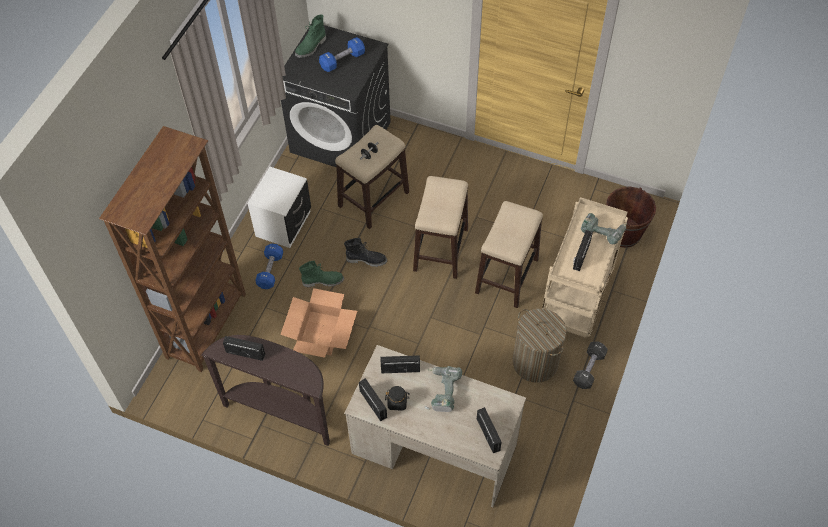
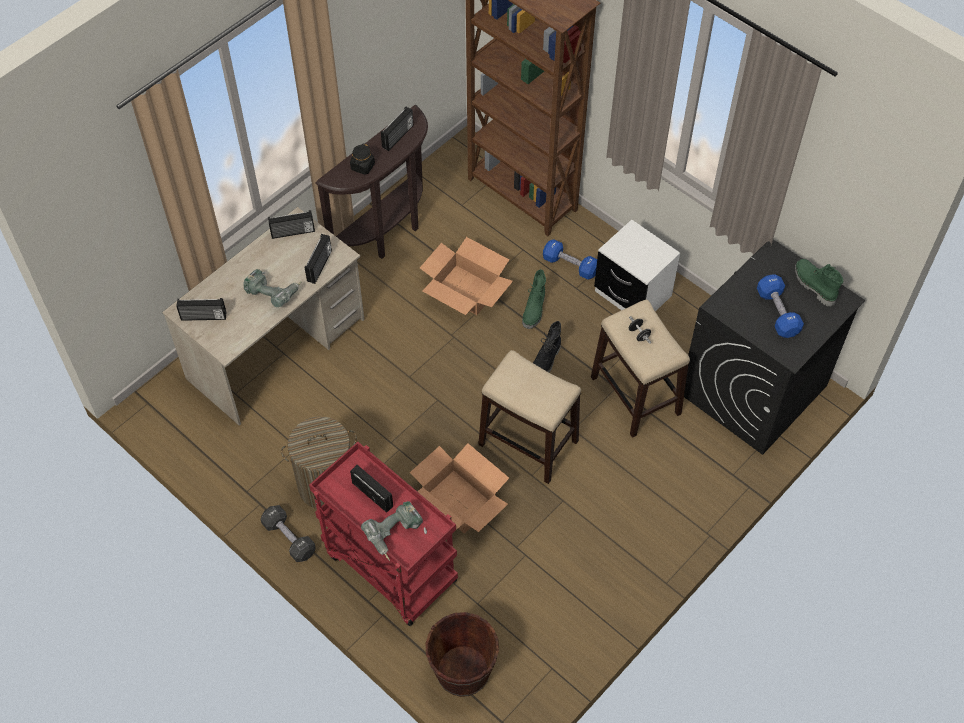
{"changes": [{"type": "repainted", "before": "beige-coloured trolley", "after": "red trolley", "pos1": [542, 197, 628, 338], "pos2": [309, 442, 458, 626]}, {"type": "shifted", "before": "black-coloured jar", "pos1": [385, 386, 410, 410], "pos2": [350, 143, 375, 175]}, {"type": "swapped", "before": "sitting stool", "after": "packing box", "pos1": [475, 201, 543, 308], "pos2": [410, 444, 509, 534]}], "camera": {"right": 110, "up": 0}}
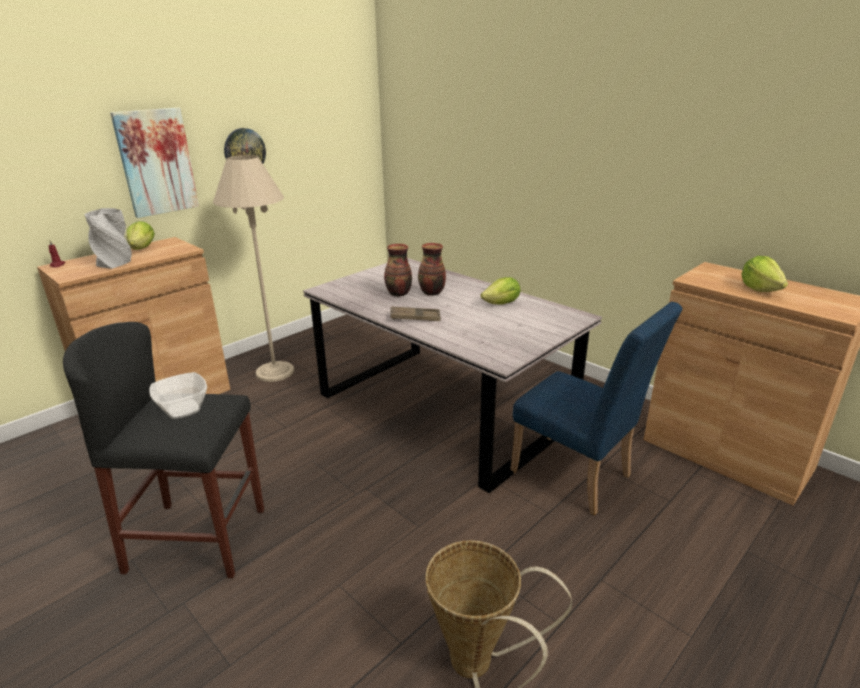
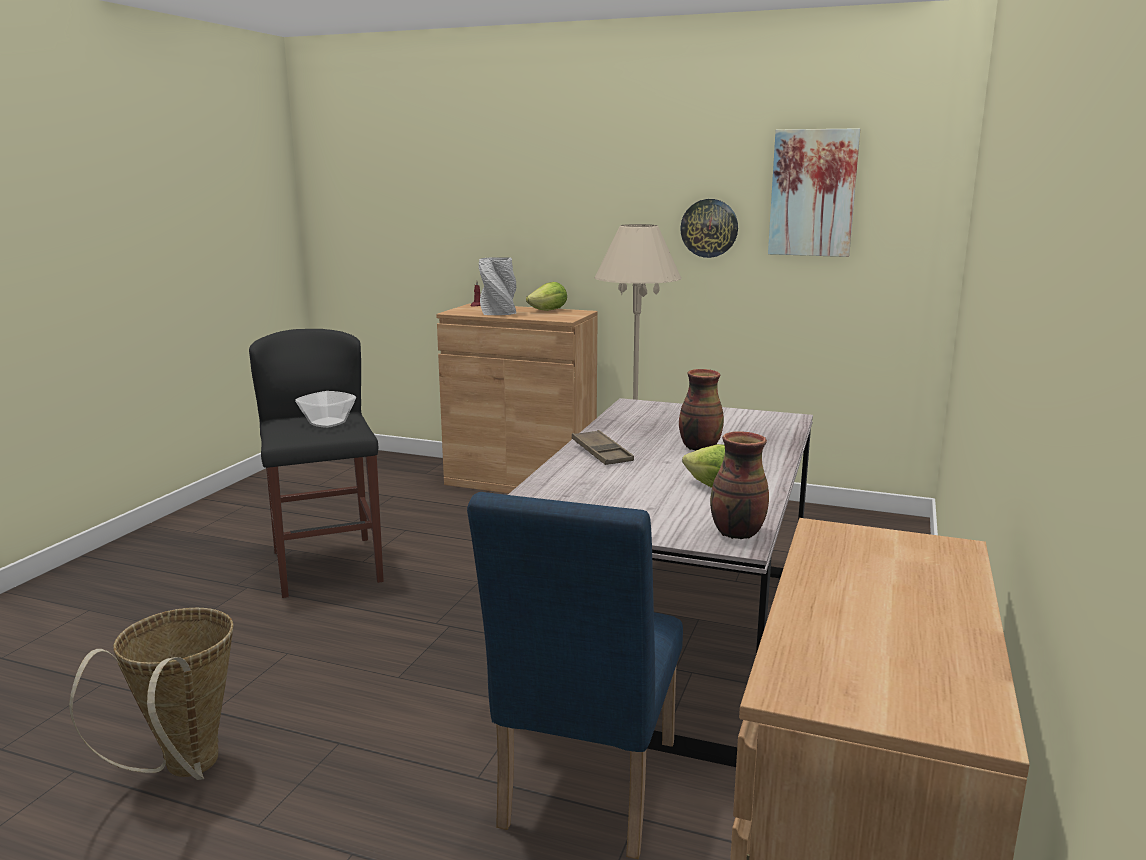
{"changes": [{"type": "shifted", "before": "decorative vase", "pos1": [384, 244, 412, 297], "pos2": [710, 431, 769, 540]}, {"type": "shifted", "before": "wall art", "pos1": [110, 108, 199, 218], "pos2": [768, 128, 860, 257]}, {"type": "gone", "before": "lettuce", "pos1": [741, 256, 788, 292]}], "camera": {"right": 65, "up": -10}}
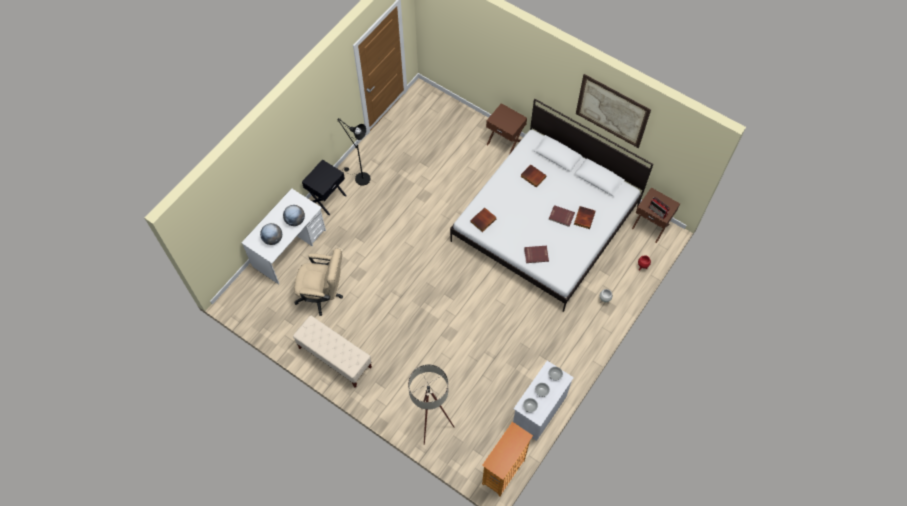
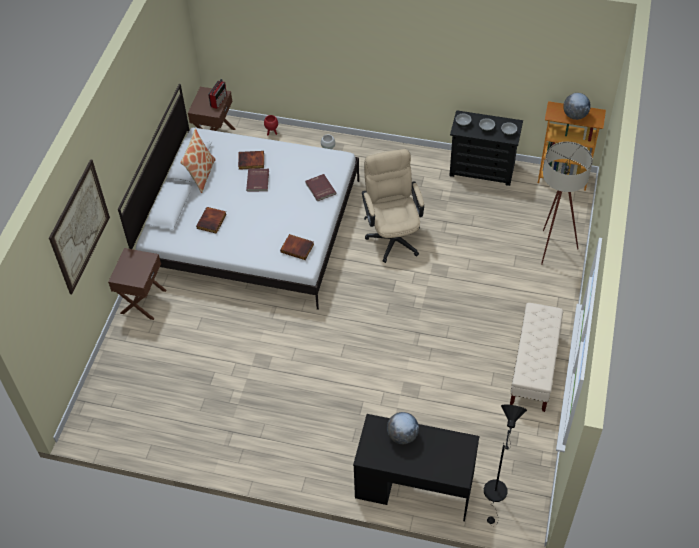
{"changes": [{"type": "shifted", "before": "wall art", "pos1": [576, 74, 651, 148], "pos2": [49, 159, 110, 294]}, {"type": "new", "after": "throw pillow", "pos2": [180, 128, 216, 193]}, {"type": "repainted", "before": "whitish desk table", "after": "black-coloured desk table", "pos1": [241, 188, 326, 284], "pos2": [353, 414, 479, 521]}, {"type": "shifted", "before": "beige-coloured desk chair", "pos1": [294, 248, 343, 316], "pos2": [362, 149, 424, 263]}, {"type": "repainted", "before": "whitish dresser", "after": "black-coloured dresser", "pos1": [513, 361, 574, 441], "pos2": [449, 110, 523, 186]}, {"type": "shifted", "before": "black-coloured standard lamp", "pos1": [337, 118, 370, 185], "pos2": [484, 404, 527, 527]}, {"type": "shifted", "before": "desk globe", "pos1": [260, 223, 282, 245], "pos2": [563, 93, 591, 120]}, {"type": "gone", "before": "black-coloured bedside table", "pos1": [302, 159, 347, 215]}], "camera": {"right": -110, "up": -10}}
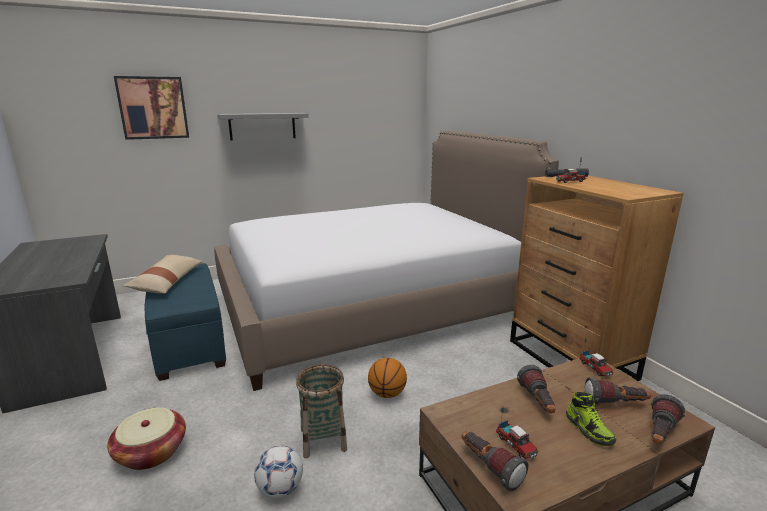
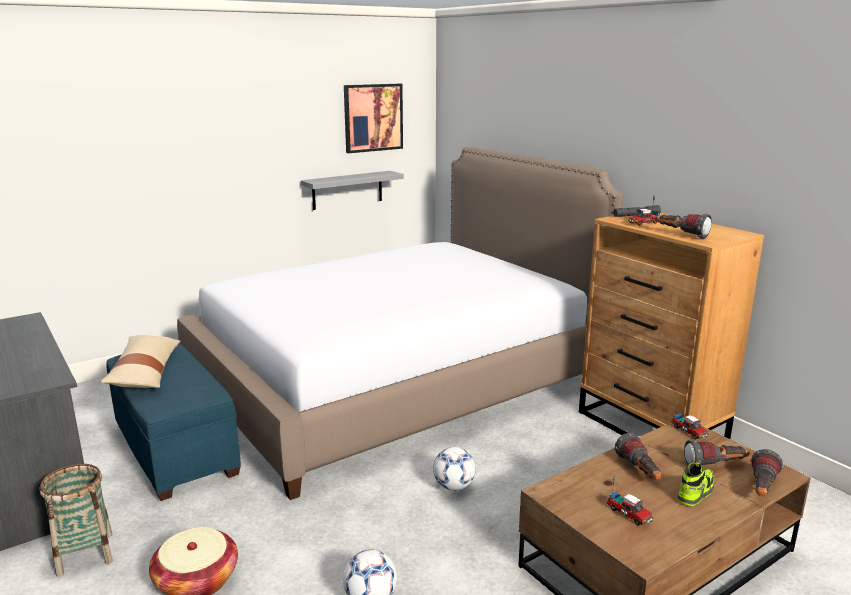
{"changes": [{"type": "shifted", "before": "household basket", "pos1": [296, 364, 347, 459], "pos2": [40, 464, 113, 577]}, {"type": "shifted", "before": "grey wall shelf", "pos1": [217, 113, 309, 140], "pos2": [301, 171, 404, 210]}, {"type": "shifted", "before": "wall art", "pos1": [114, 76, 189, 140], "pos2": [344, 84, 403, 153]}, {"type": "swapped", "before": "basketball", "after": "ball for football", "pos1": [368, 358, 407, 398], "pos2": [433, 447, 476, 491]}, {"type": "shifted", "before": "hand torch", "pos1": [462, 431, 528, 491], "pos2": [656, 214, 712, 239]}, {"type": "rotated", "before": "shoe", "pos1": [566, 392, 617, 446], "pos2": [678, 463, 715, 506], "turn": -105}], "camera": {"right": -10, "up": 0}}
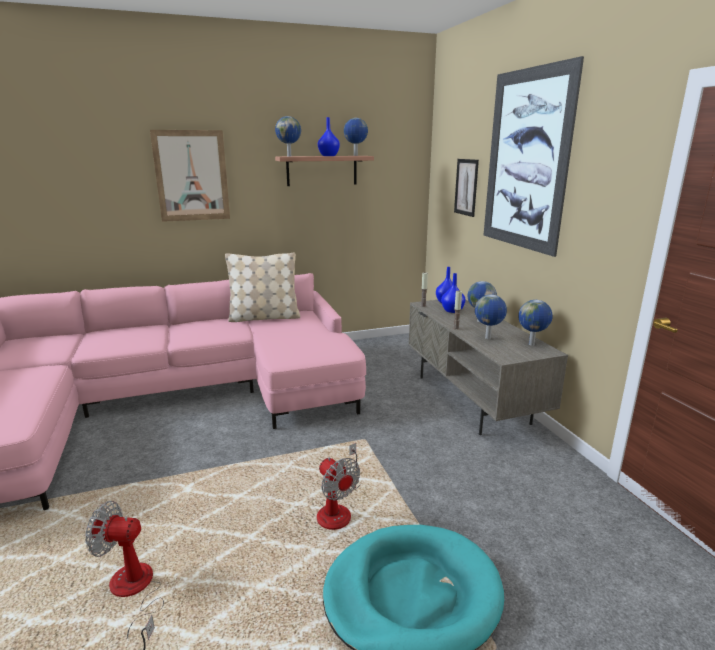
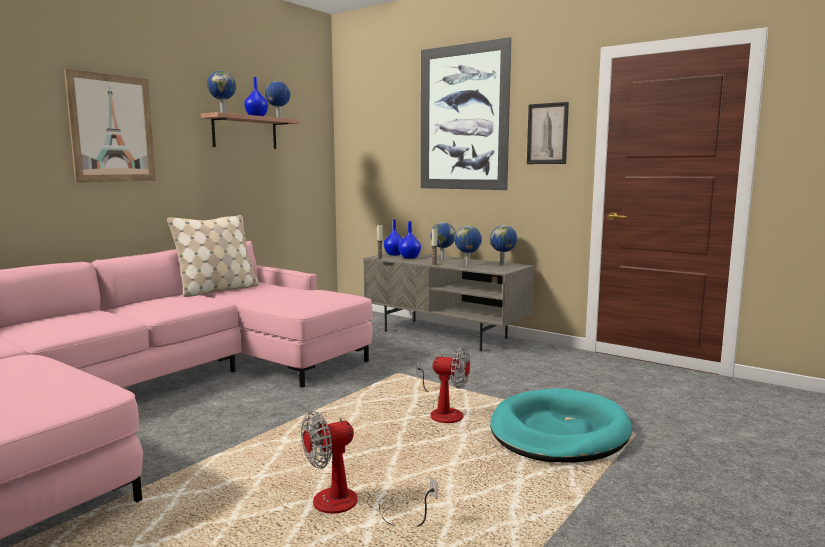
{"changes": [{"type": "shifted", "before": "wall art", "pos1": [454, 159, 479, 217], "pos2": [527, 102, 569, 164]}], "camera": {"right": -35, "up": -10}}
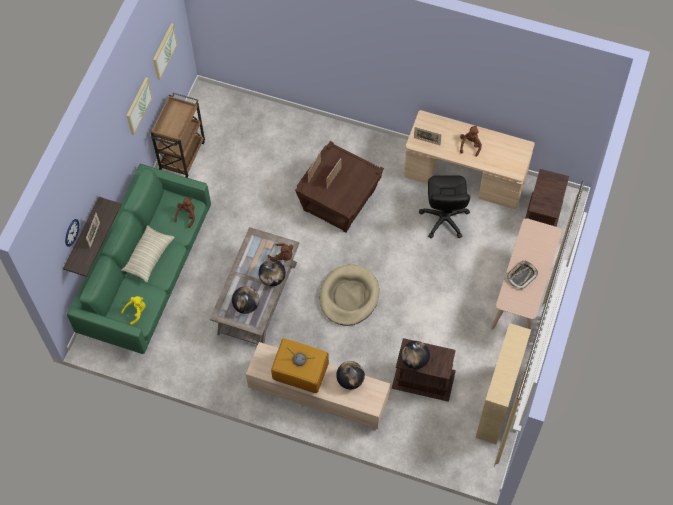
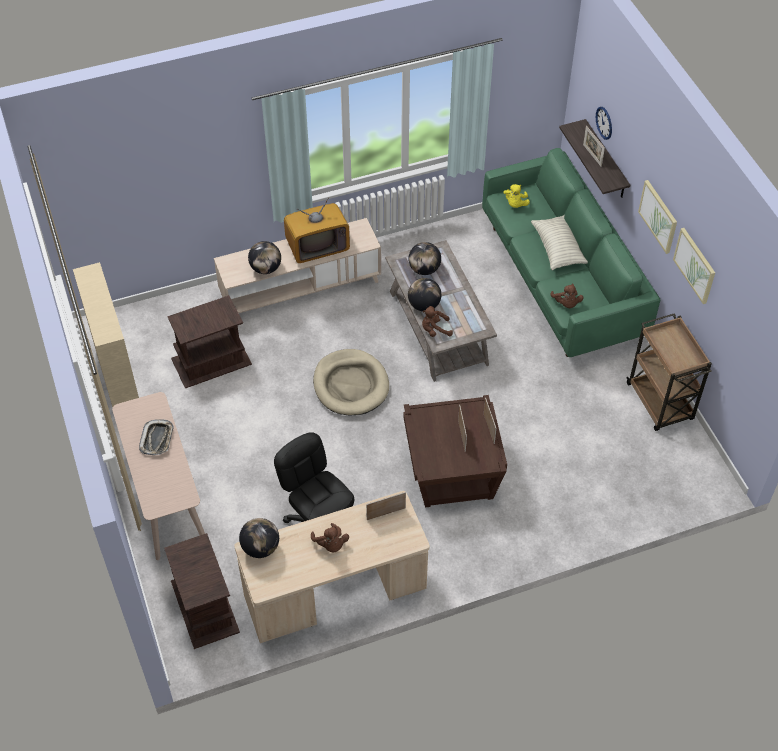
{"changes": [{"type": "shifted", "before": "desk globe", "pos1": [402, 341, 430, 369], "pos2": [239, 518, 279, 558]}, {"type": "shifted", "before": "wall art", "pos1": [153, 23, 178, 80], "pos2": [638, 180, 677, 254]}], "camera": {"right": 140, "up": -10}}
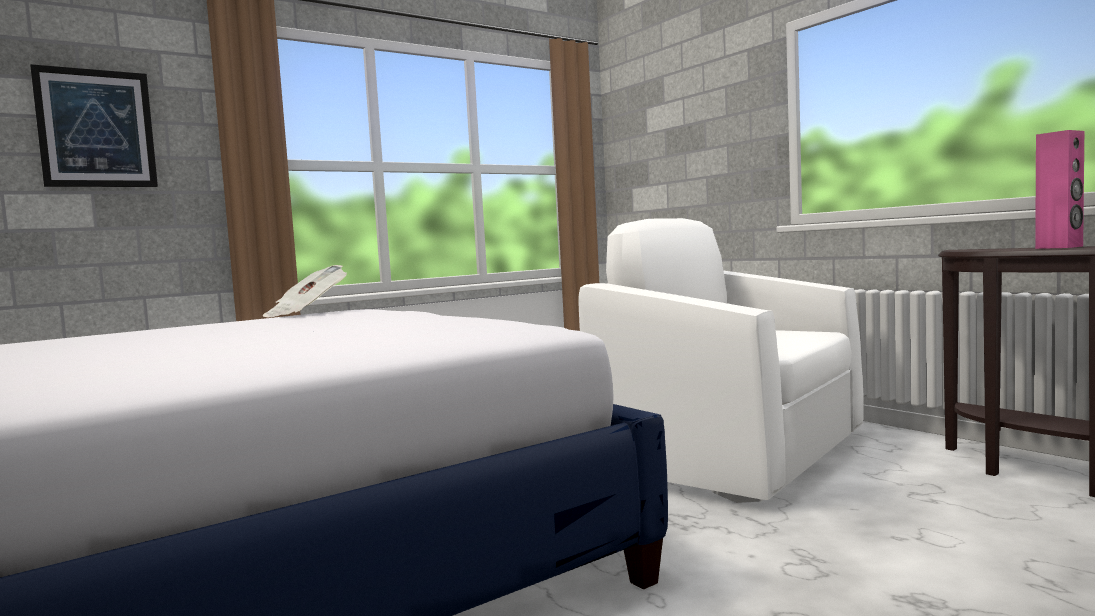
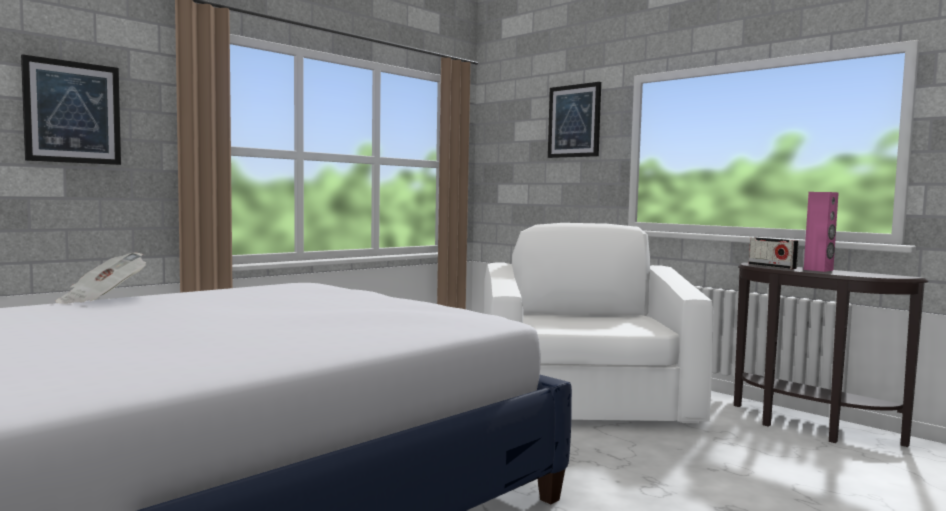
{"changes": [{"type": "shifted", "before": "newspaper", "pos1": [263, 265, 347, 317], "pos2": [56, 253, 146, 304]}, {"type": "rotated", "before": "whitish lounge chair", "pos1": [578, 218, 863, 503], "pos2": [484, 223, 713, 423], "turn": 60}, {"type": "new", "after": "wall art", "pos2": [548, 82, 601, 158]}, {"type": "new", "after": "radio set", "pos2": [749, 237, 799, 269]}], "camera": {"right": -10, "up": 0}}
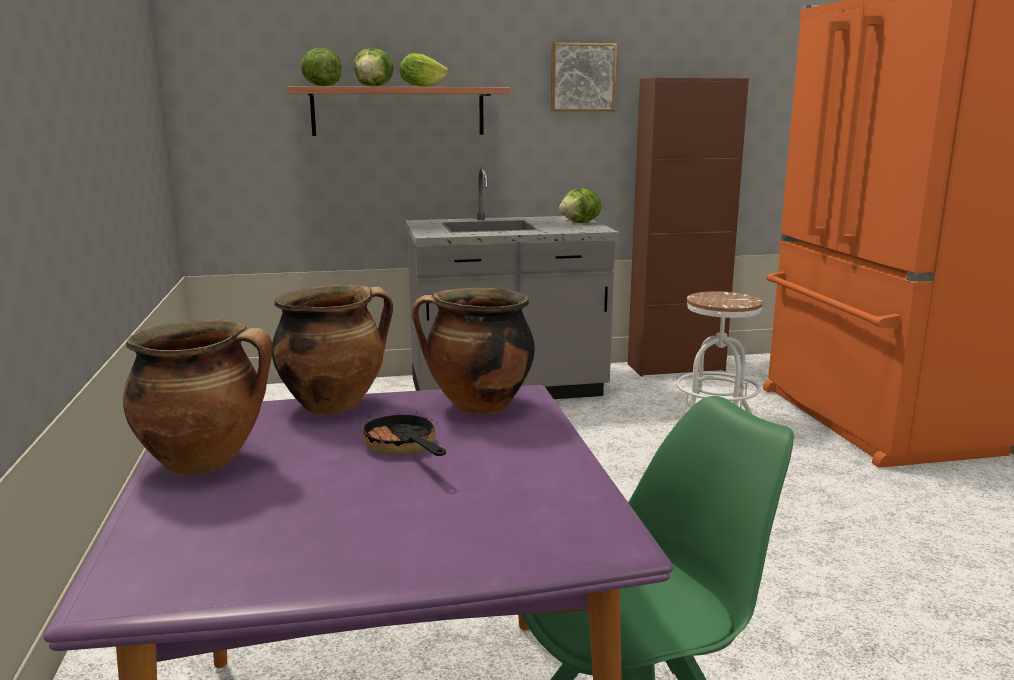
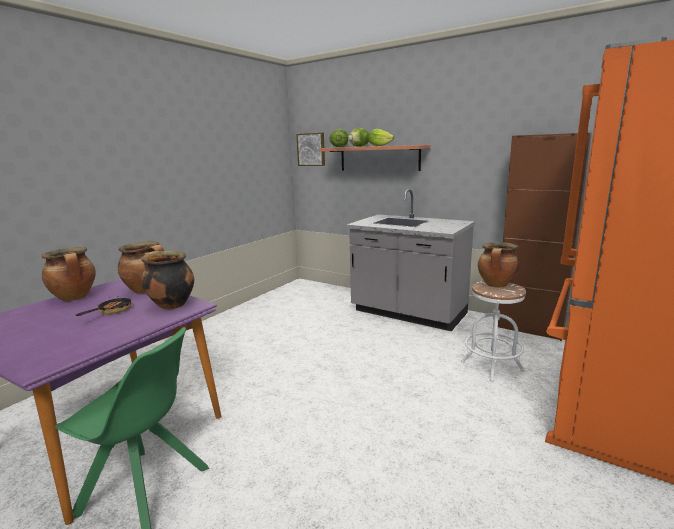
{"changes": [{"type": "shifted", "before": "wall art", "pos1": [551, 42, 617, 111], "pos2": [296, 133, 325, 166]}, {"type": "new", "after": "saucepot", "pos2": [478, 242, 519, 288]}, {"type": "gone", "before": "lettuce", "pos1": [559, 188, 601, 223]}], "camera": {"right": 45, "up": 0}}
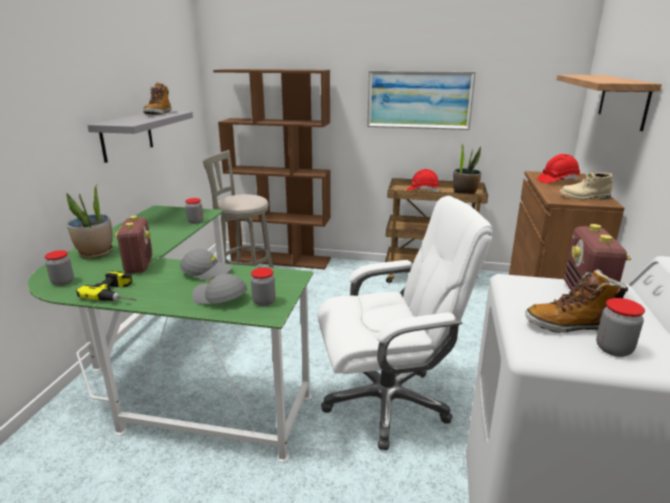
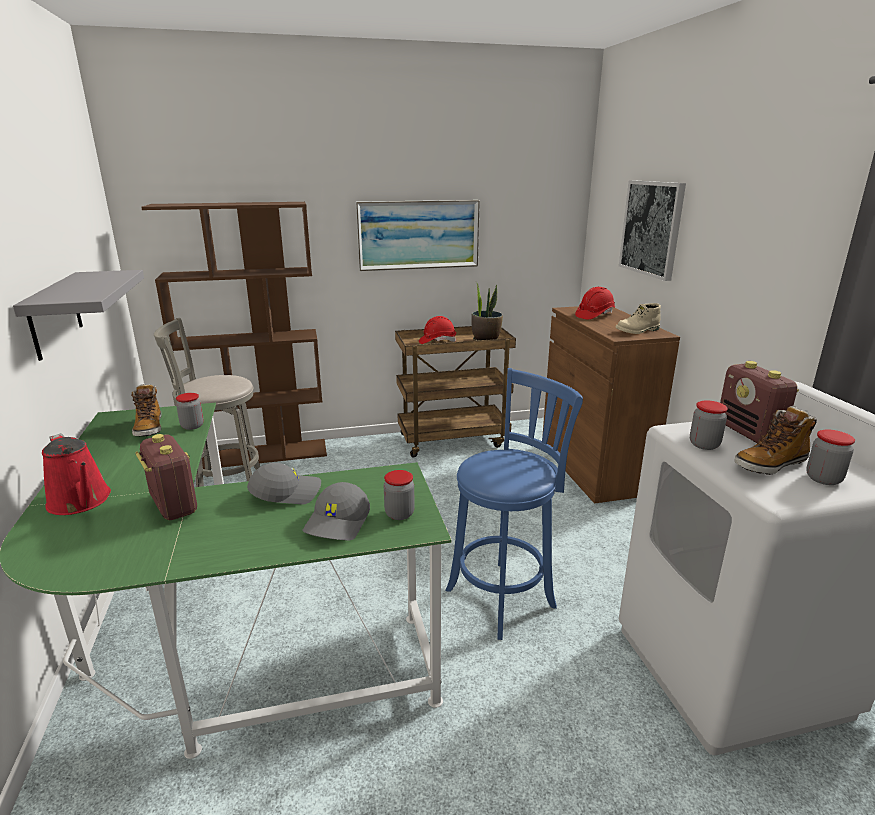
{"changes": [{"type": "swapped", "before": "potted plant", "after": "red watering pot", "pos1": [66, 184, 113, 259], "pos2": [42, 433, 111, 515]}, {"type": "shifted", "before": "tall boot", "pos1": [143, 83, 171, 115], "pos2": [131, 384, 162, 436]}, {"type": "rotated", "before": "grey peaked cap", "pos1": [192, 274, 247, 304], "pos2": [302, 482, 370, 540], "turn": -75}, {"type": "swapped", "before": "whitish desk chair", "after": "blue sitting stool", "pos1": [317, 196, 493, 450], "pos2": [446, 368, 583, 640]}, {"type": "swapped", "before": "wall shelf", "after": "wall art", "pos1": [557, 75, 662, 131], "pos2": [619, 180, 686, 281]}, {"type": "shifted", "before": "jar", "pos1": [45, 250, 74, 286], "pos2": [690, 401, 728, 450]}, {"type": "gone", "before": "drill", "pos1": [76, 271, 136, 301]}], "camera": {"right": -25, "up": 0}}
